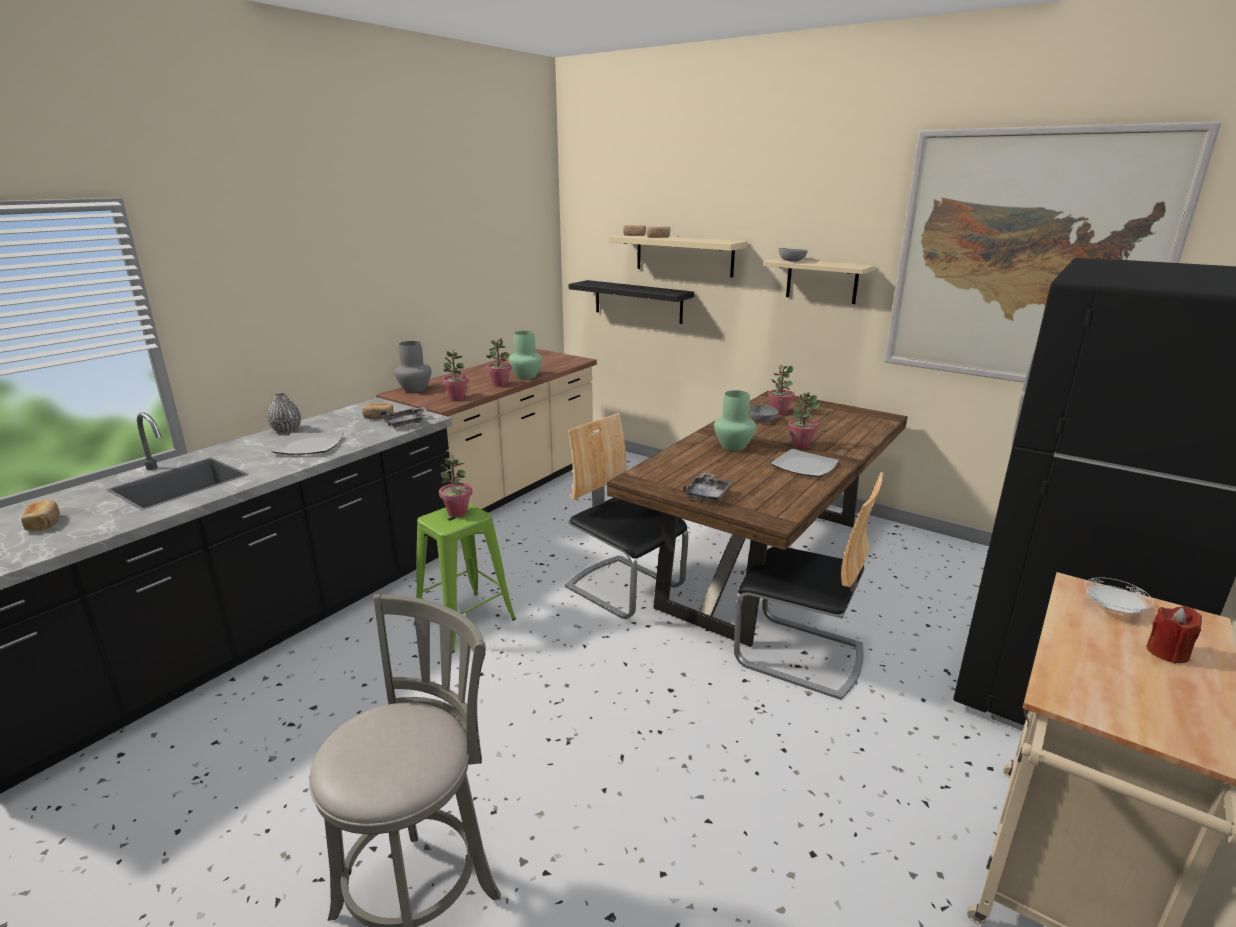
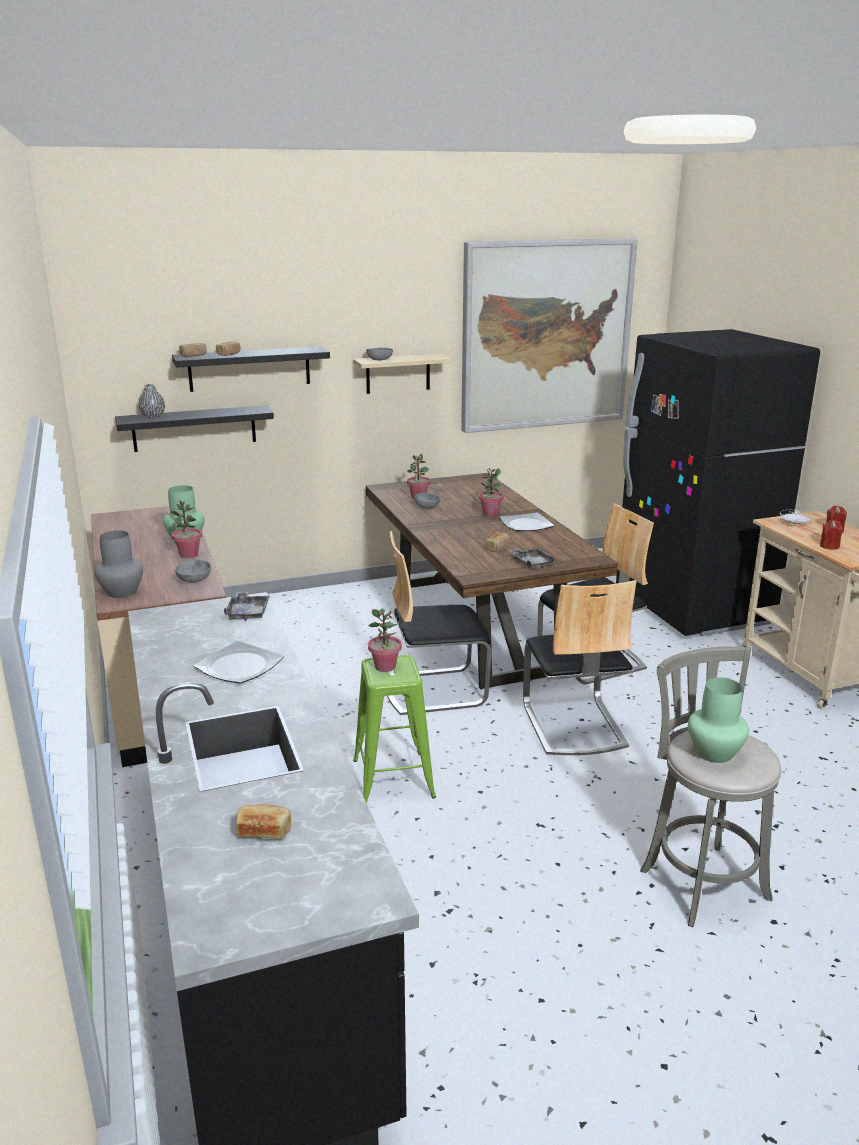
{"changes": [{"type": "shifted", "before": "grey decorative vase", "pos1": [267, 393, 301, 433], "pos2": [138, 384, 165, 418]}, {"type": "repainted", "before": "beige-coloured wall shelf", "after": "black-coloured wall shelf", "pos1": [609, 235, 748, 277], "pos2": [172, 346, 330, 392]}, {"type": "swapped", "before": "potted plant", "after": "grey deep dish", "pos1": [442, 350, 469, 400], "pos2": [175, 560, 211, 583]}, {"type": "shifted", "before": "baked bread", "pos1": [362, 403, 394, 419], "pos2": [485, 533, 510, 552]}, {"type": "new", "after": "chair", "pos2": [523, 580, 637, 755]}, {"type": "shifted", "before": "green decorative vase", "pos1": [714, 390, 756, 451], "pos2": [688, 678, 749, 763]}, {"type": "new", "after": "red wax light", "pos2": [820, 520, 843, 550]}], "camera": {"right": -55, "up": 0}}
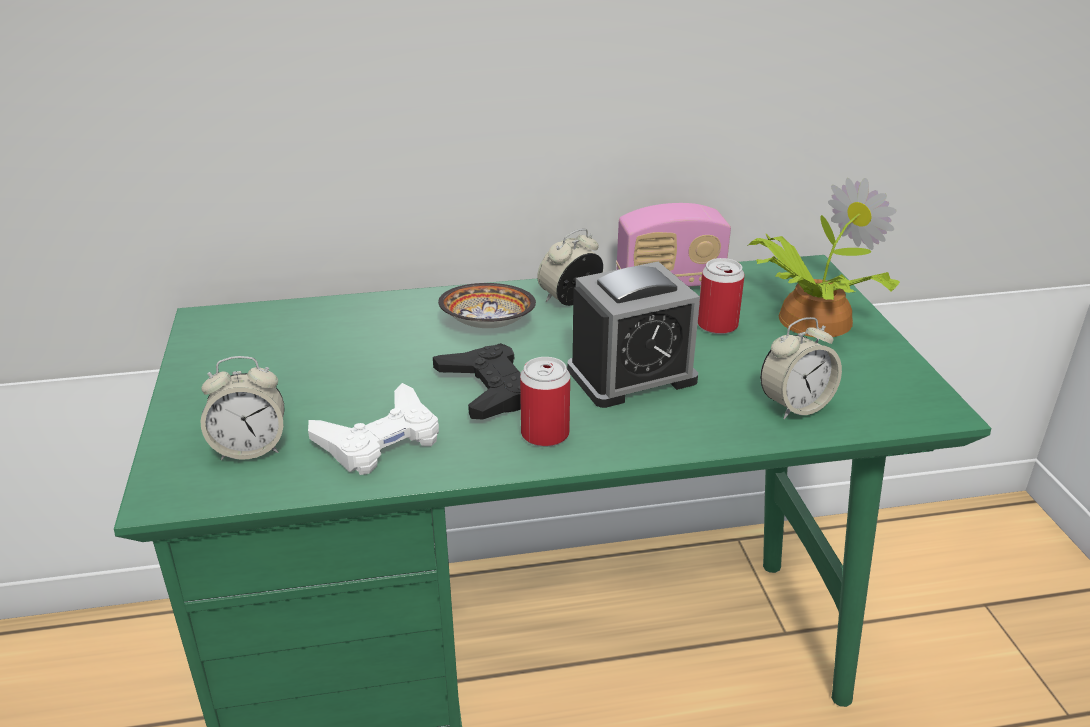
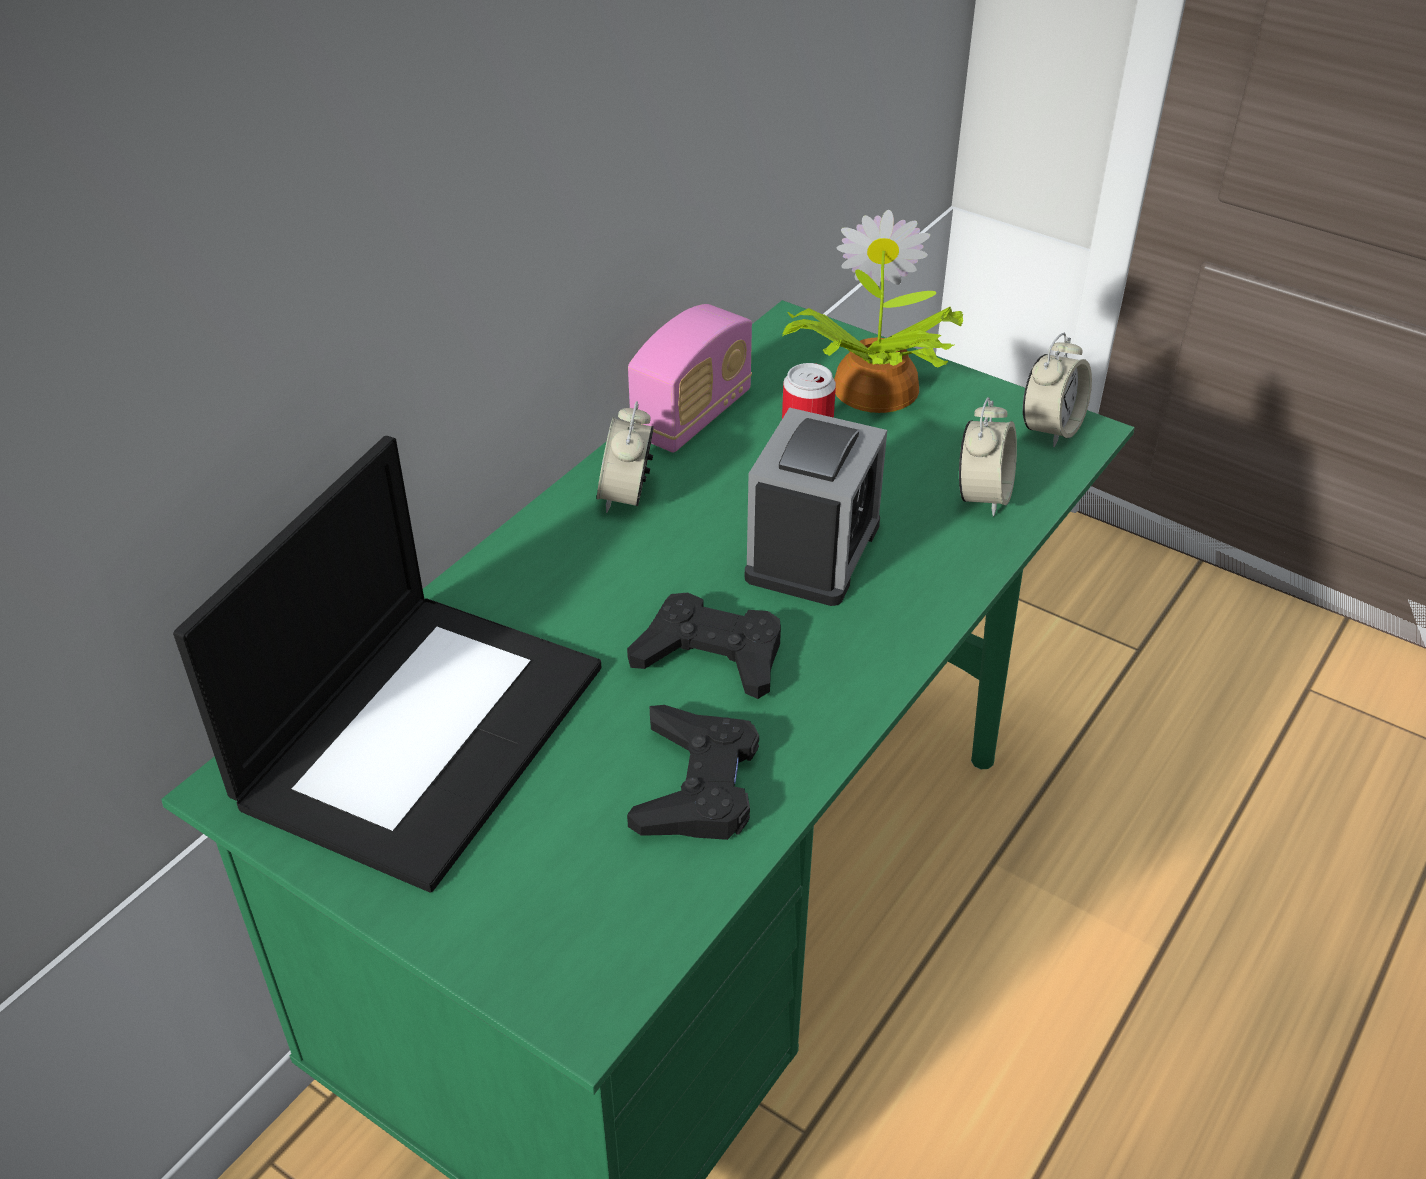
{"changes": [{"type": "new", "after": "notebook computer", "pos2": [173, 436, 601, 893]}, {"type": "repainted", "before": "whitish game controller", "after": "black-coloured game controller", "pos1": [308, 383, 439, 475], "pos2": [627, 705, 759, 840]}, {"type": "shifted", "before": "alarm clock", "pos1": [200, 356, 284, 460], "pos2": [1023, 333, 1092, 447]}, {"type": "gone", "before": "deep dish", "pos1": [438, 283, 536, 328]}, {"type": "gone", "before": "can", "pos1": [520, 357, 570, 447]}], "camera": {"right": -45, "up": 10}}
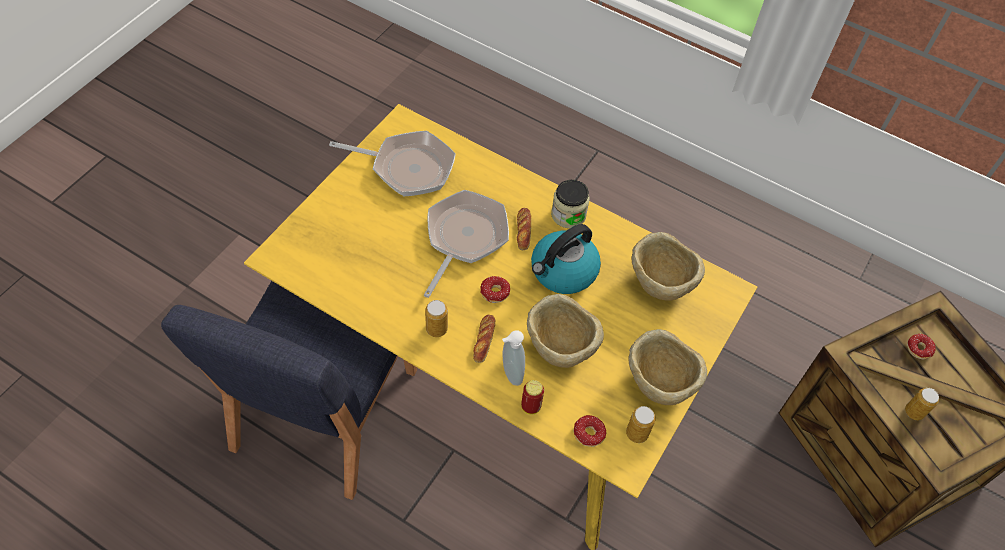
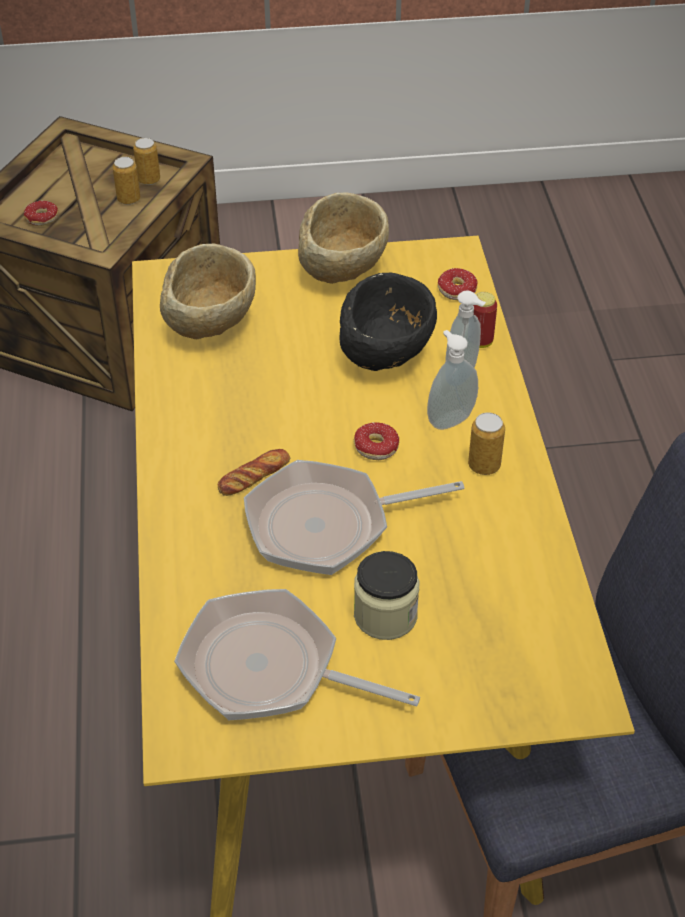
{"changes": [{"type": "shifted", "before": "can", "pos1": [626, 406, 656, 443], "pos2": [133, 138, 160, 185]}, {"type": "rotated", "before": "skillet", "pos1": [329, 131, 456, 196], "pos2": [174, 589, 420, 720], "turn": -45}, {"type": "repainted", "before": "beige-coloured deep dish", "after": "black-coloured deep dish", "pos1": [527, 294, 604, 368], "pos2": [339, 273, 437, 371]}, {"type": "shifted", "before": "jar", "pos1": [551, 179, 590, 228], "pos2": [354, 551, 419, 640]}, {"type": "swapped", "before": "baked bread", "after": "soap dispenser", "pos1": [473, 314, 495, 363], "pos2": [427, 330, 478, 430]}, {"type": "gone", "before": "kettle", "pos1": [531, 224, 601, 294]}], "camera": {"right": -125, "up": -10}}
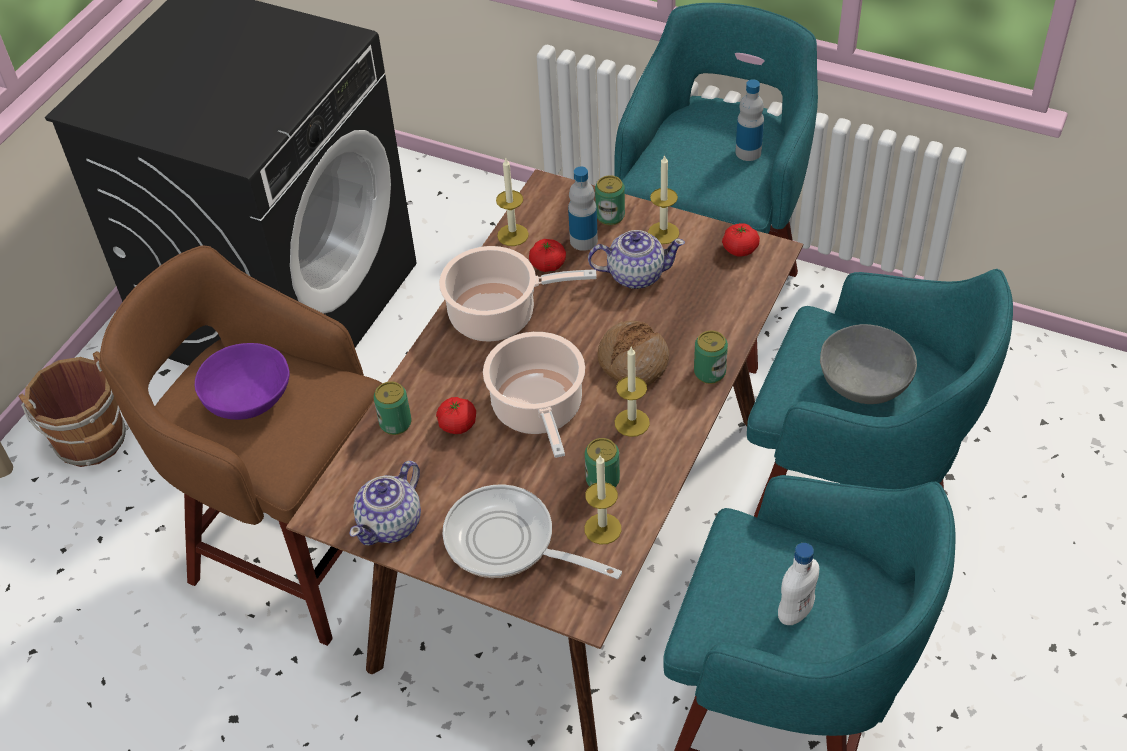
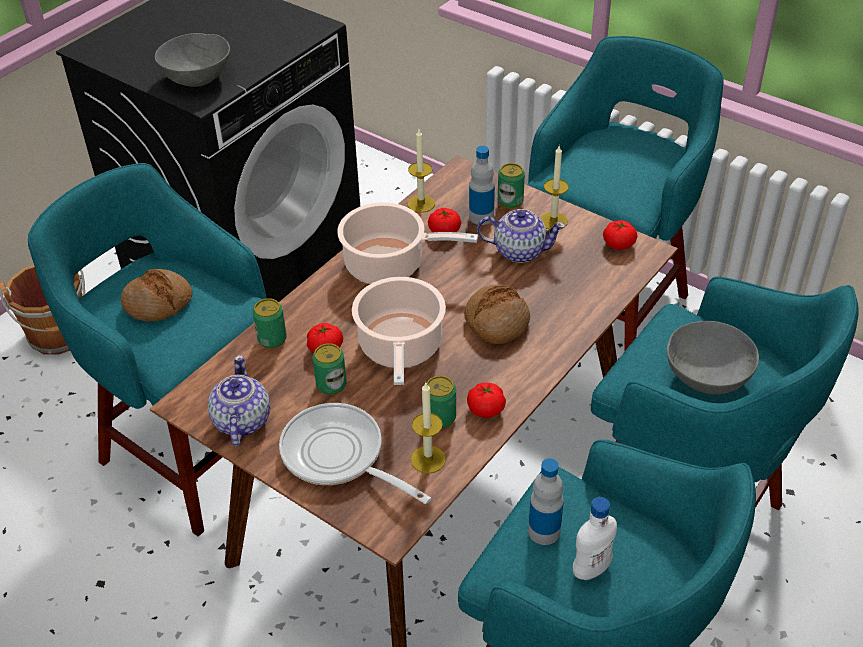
{"changes": [{"type": "repainted", "before": "brown-coloured sitting stool", "after": "turquoise sitting stool", "pos1": [100, 245, 382, 646], "pos2": [28, 163, 266, 536]}, {"type": "swapped", "before": "purple-coloured deep dish", "after": "baked bread", "pos1": [195, 343, 290, 420], "pos2": [120, 269, 192, 322]}, {"type": "new", "after": "grey deep dish", "pos2": [155, 33, 230, 87]}, {"type": "rotated", "before": "teapot", "pos1": [350, 461, 421, 545], "pos2": [208, 355, 270, 446], "turn": 135}, {"type": "shifted", "before": "can", "pos1": [694, 331, 728, 384], "pos2": [312, 343, 347, 395]}, {"type": "new", "after": "fresh tomato", "pos2": [467, 383, 506, 418]}, {"type": "shifted", "before": "beverage bottle", "pos1": [735, 79, 764, 161], "pos2": [528, 458, 564, 545]}, {"type": "gone", "before": "wax light", "pos1": [615, 347, 650, 437]}], "camera": {"right": 10, "up": -5}}
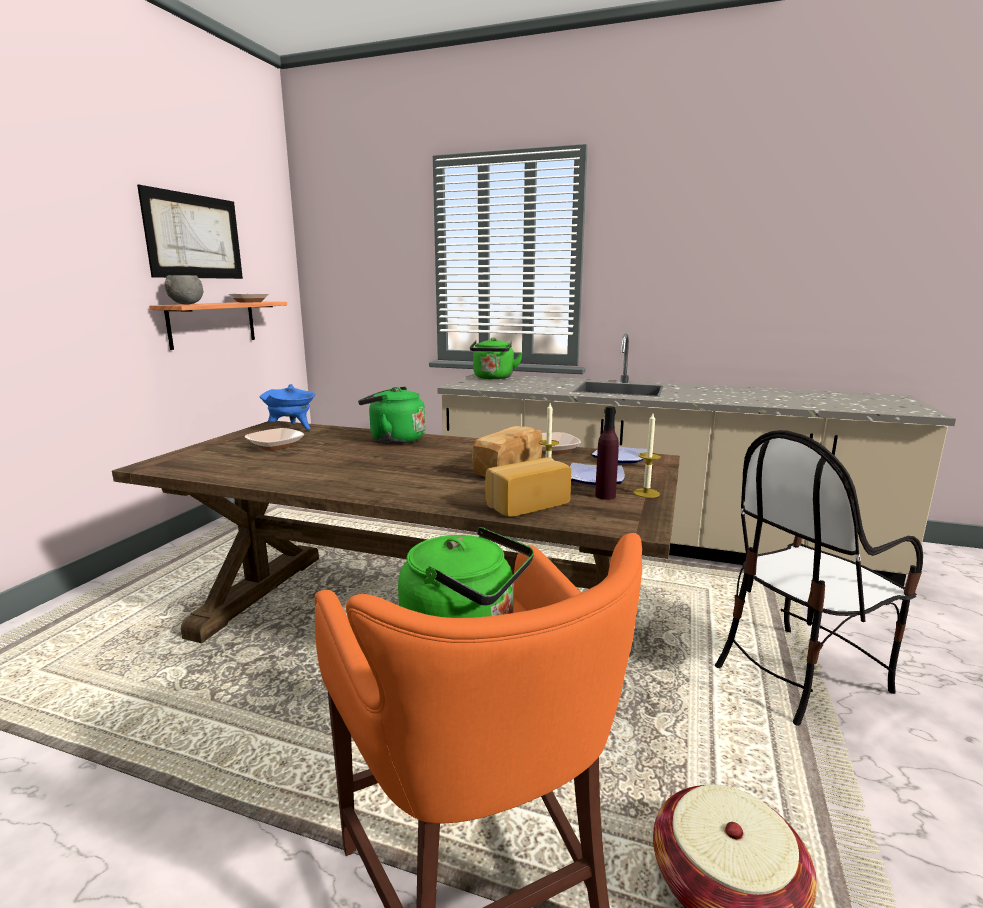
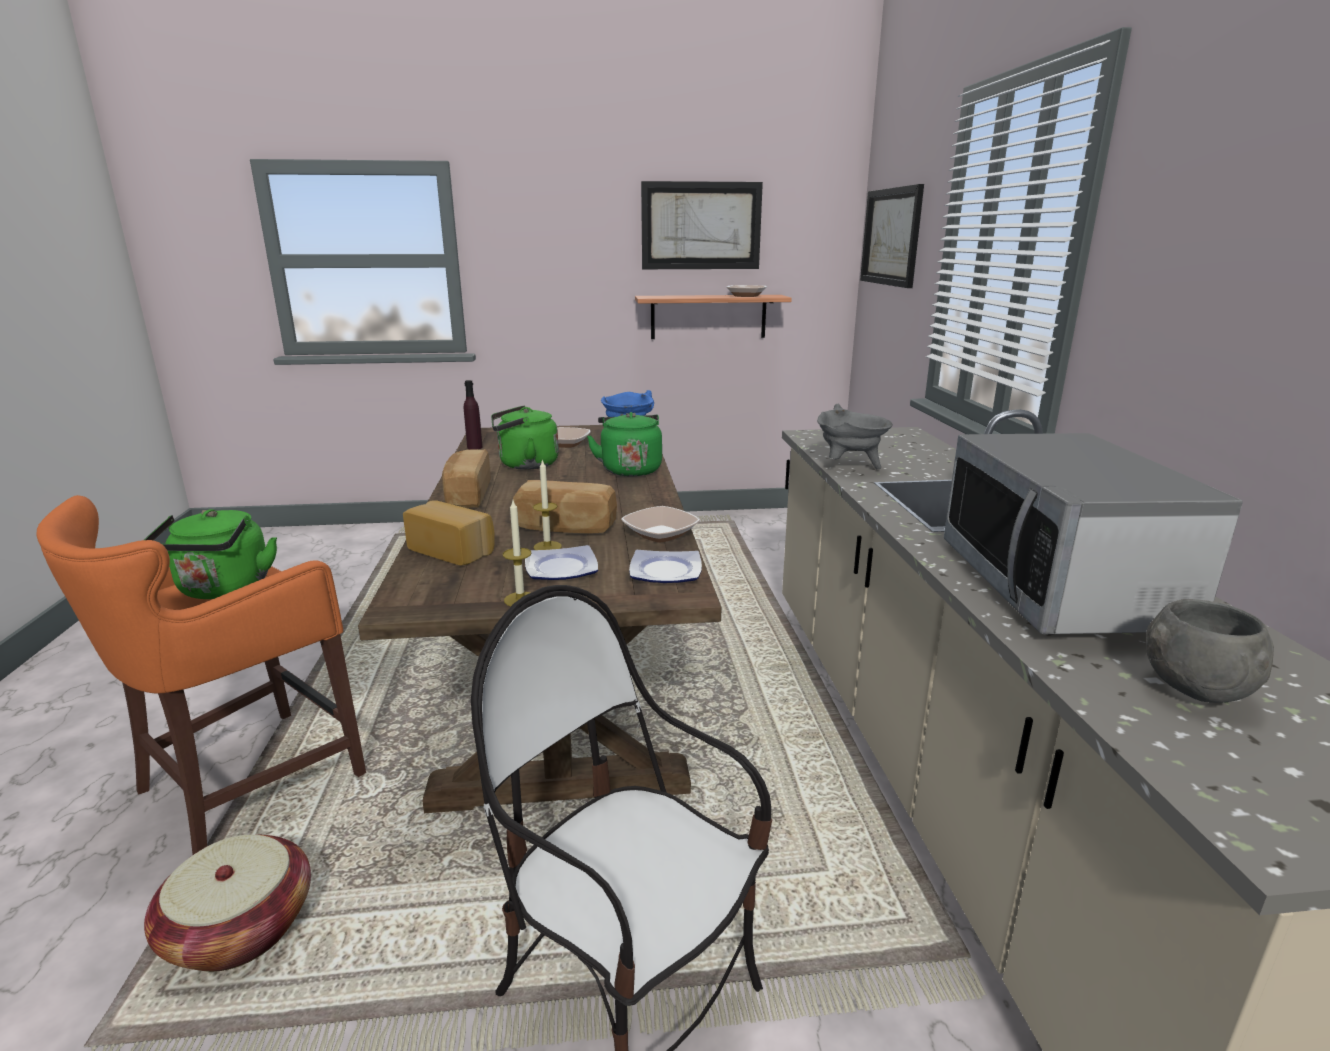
{"changes": [{"type": "new", "after": "baked bread", "pos2": [442, 449, 490, 508]}, {"type": "shifted", "before": "purple-coloured beverage bottle", "pos1": [595, 406, 619, 500], "pos2": [464, 380, 482, 450]}, {"type": "shifted", "before": "green kettle", "pos1": [470, 337, 522, 379], "pos2": [491, 406, 559, 470]}, {"type": "new", "after": "grey saucepot", "pos2": [817, 404, 893, 469]}, {"type": "new", "after": "wall art", "pos2": [860, 184, 924, 288]}, {"type": "new", "after": "microwave oven", "pos2": [944, 433, 1243, 634]}, {"type": "shifted", "before": "grey deep dish", "pos1": [164, 275, 203, 305], "pos2": [1146, 599, 1274, 703]}], "camera": {"right": 65, "up": 5}}
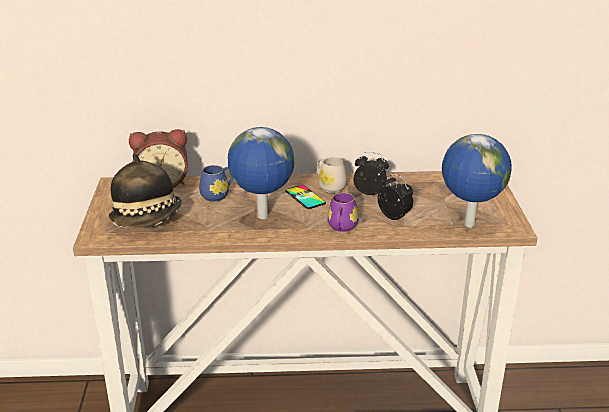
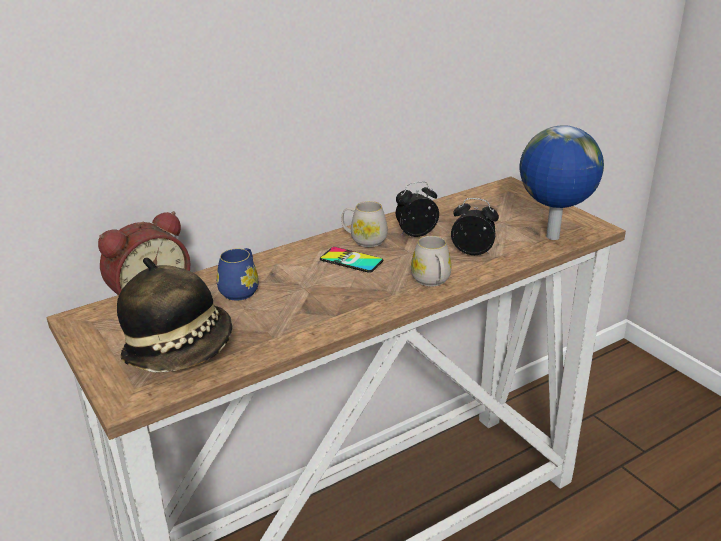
{"changes": [{"type": "repainted", "before": "purple-coloured mug", "after": "whitish mug", "pos1": [327, 193, 359, 232], "pos2": [411, 236, 451, 286]}, {"type": "gone", "before": "desk globe", "pos1": [228, 127, 294, 219]}], "camera": {"right": -30, "up": 0}}
